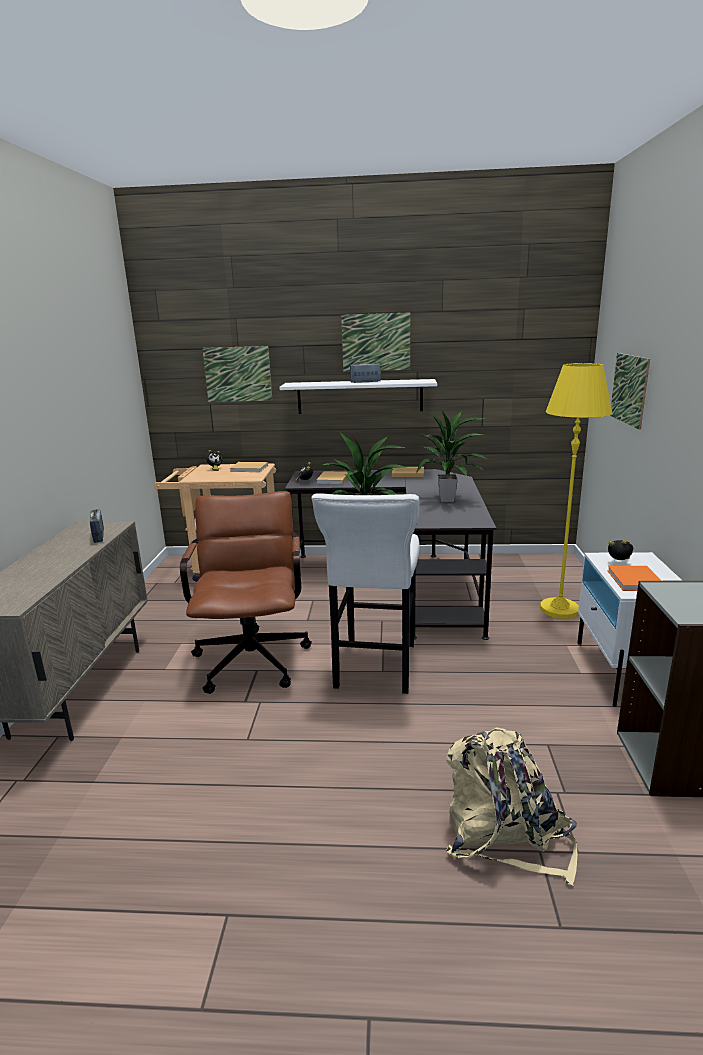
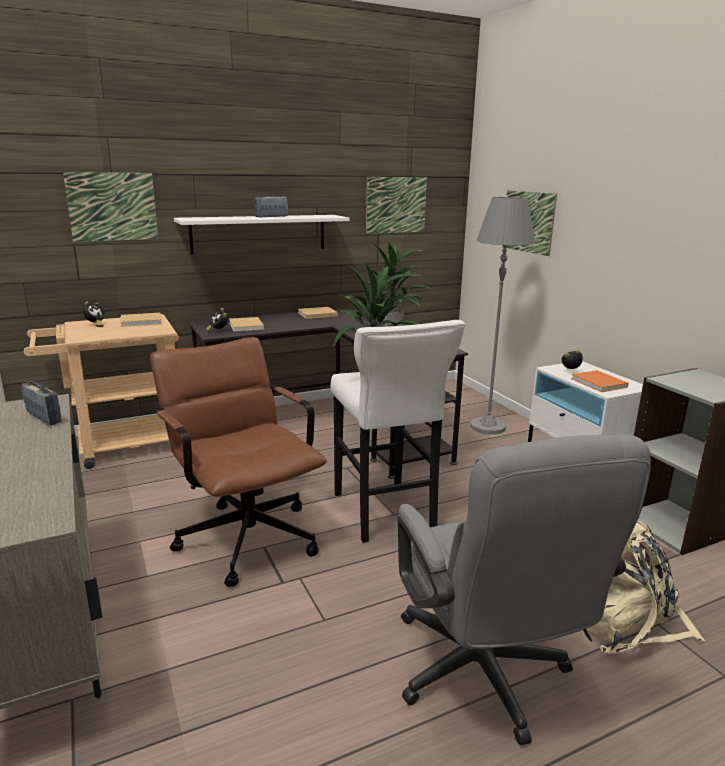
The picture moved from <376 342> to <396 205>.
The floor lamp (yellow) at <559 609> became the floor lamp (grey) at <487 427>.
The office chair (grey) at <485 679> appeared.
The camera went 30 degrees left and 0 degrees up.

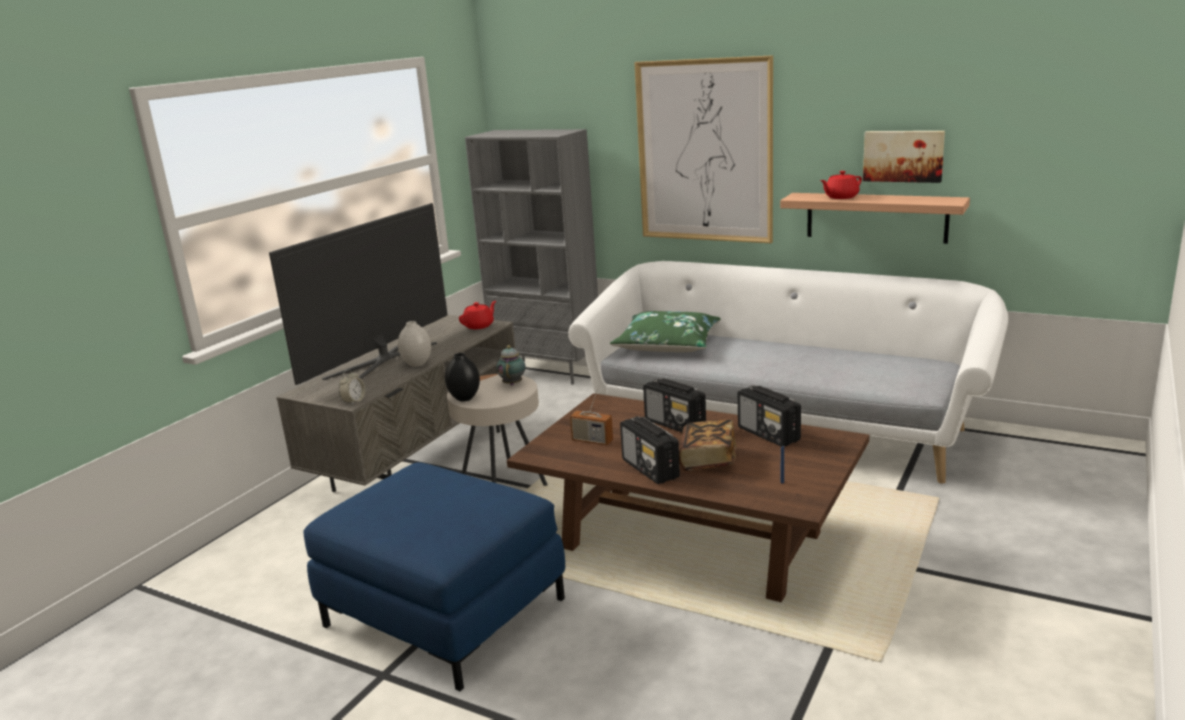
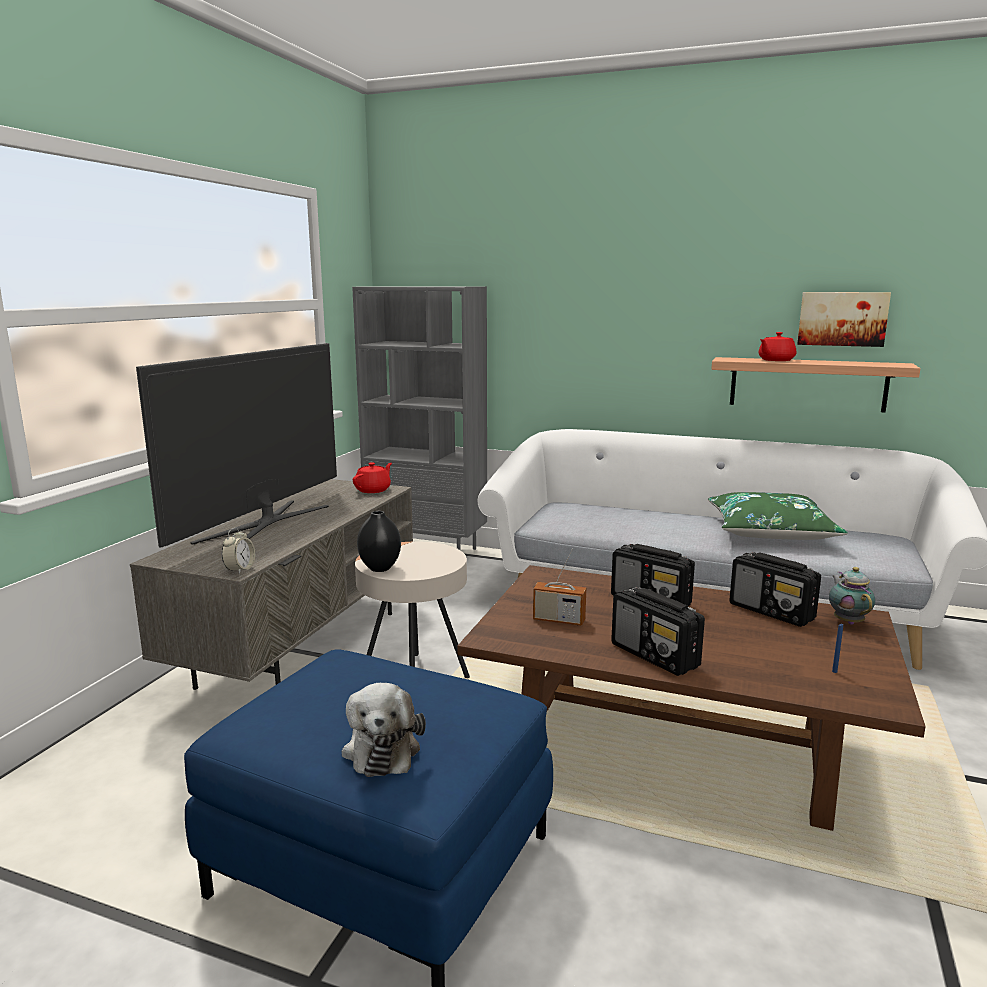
The picture at <704 151> disappeared.
The pillow (green) moved from <667 344> to <770 531>.
The vase (white) at <417 364> disappeared.
The teapot moved from <513 383> to <847 621>.
The book at <708 459> disappeared.
The plush toy at <382 748> appeared.
The camera went 10 degrees left and 5 degrees down.

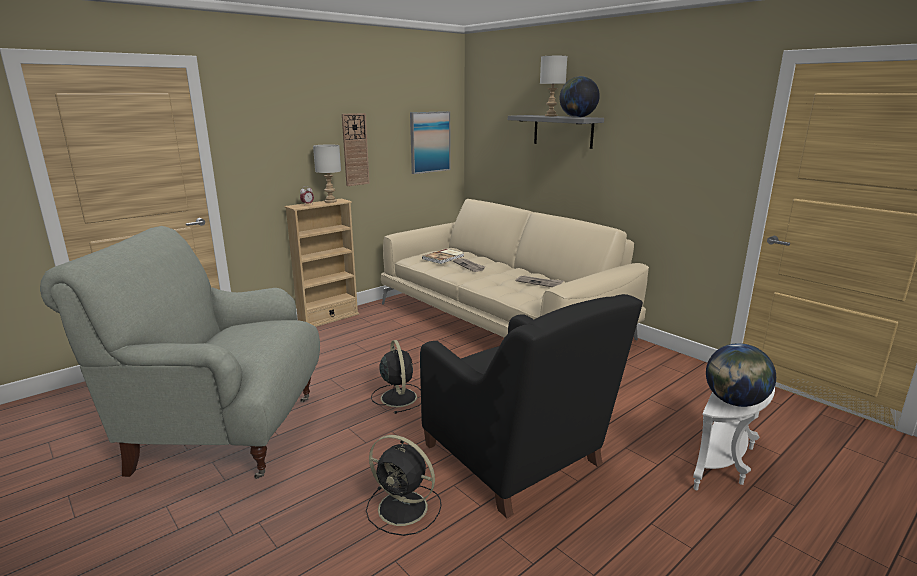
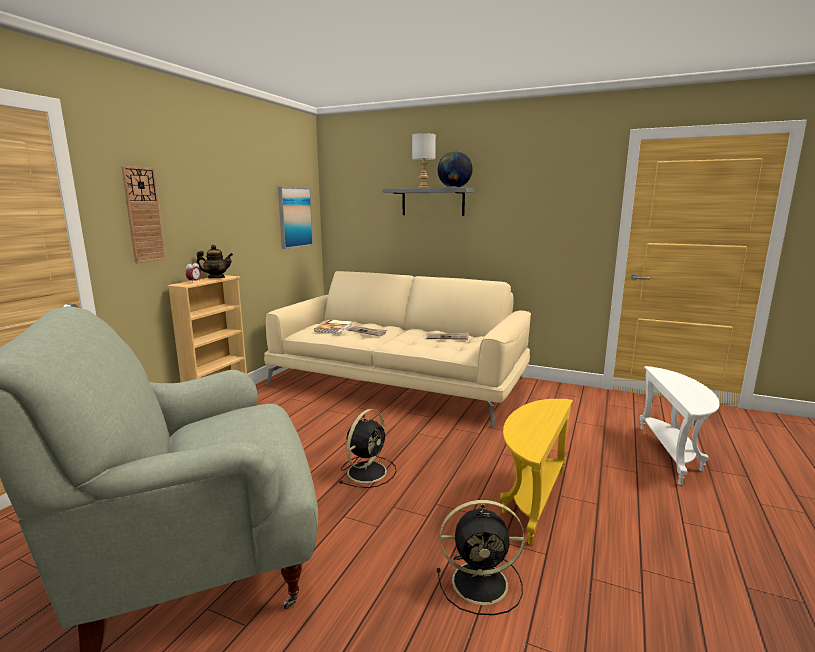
The wall clock moved from <355 149> to <143 215>.
The table lamp (grey) at <330 201> was replaced by the teapot at <216 278>.
The armchair (black) at <516 458> was replaced by the side table (yellow) at <531 499>.
The fan (black) at <398 397> turned 75 degrees clockwise.
The globe at <734 402> disappeared.
The camera went 25 degrees left and 5 degrees down.

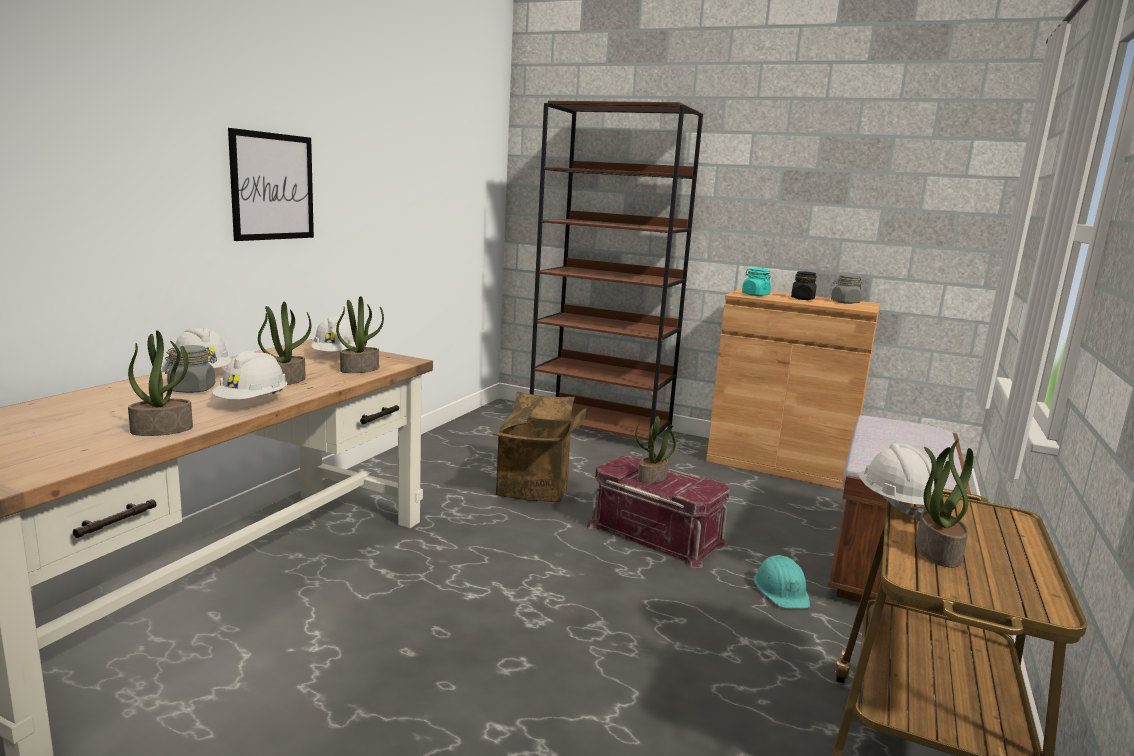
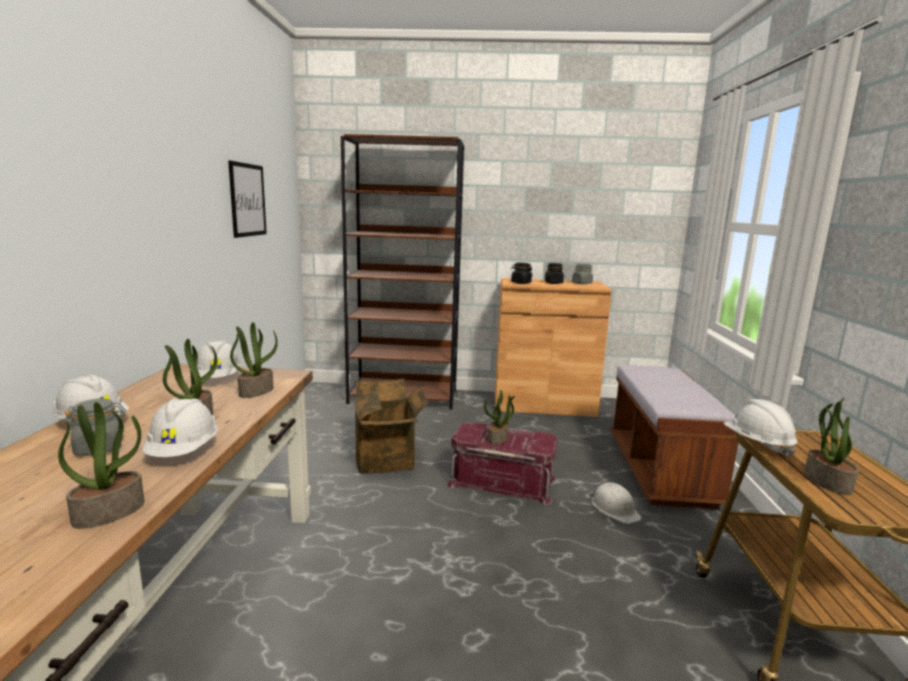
The picture moved from <272 186> to <247 200>.
The jar (turquoise) at <755 295> became the jar (black) at <521 283>.
The hard hat (turquoise) at <781 590> became the hard hat (white) at <614 509>.
The camera went 20 degrees left and 0 degrees up.

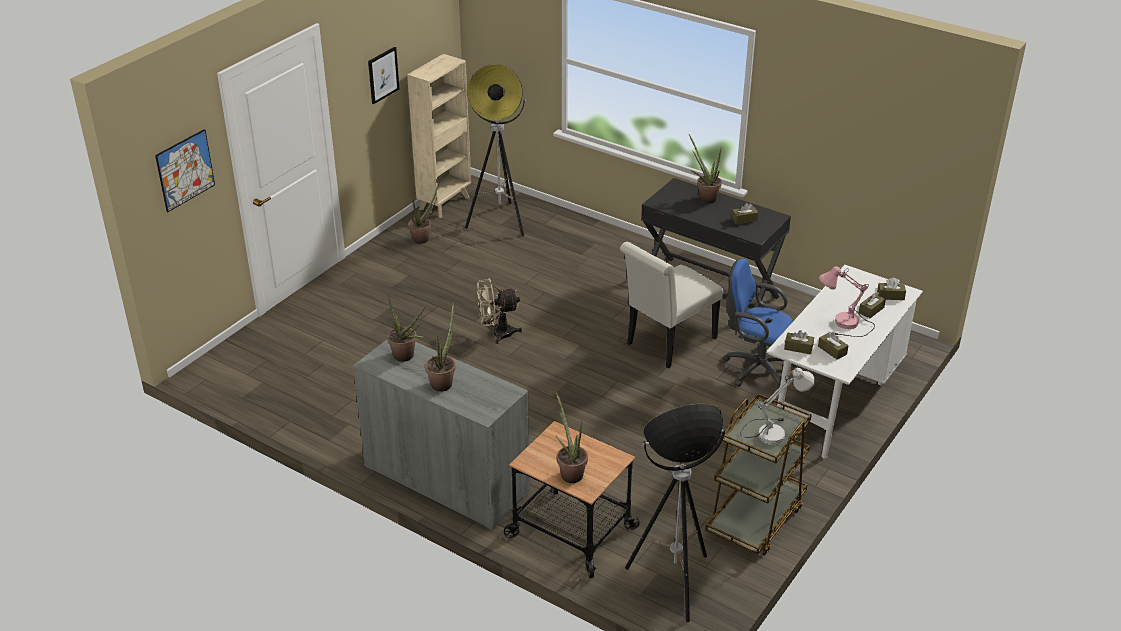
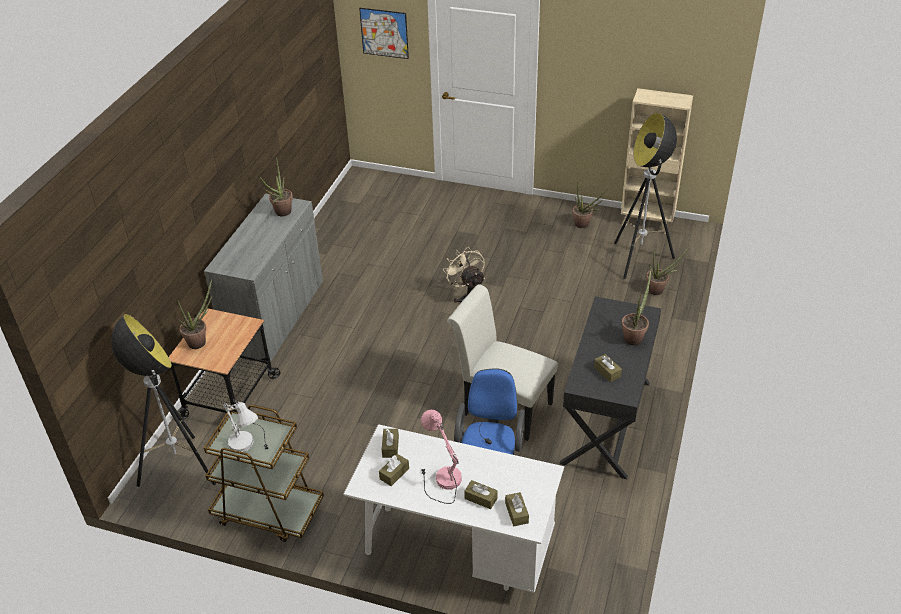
The picture at <383 75> disappeared.
The potted plant moved from <443 382> to <659 290>.
The camera went 75 degrees right and 5 degrees up.

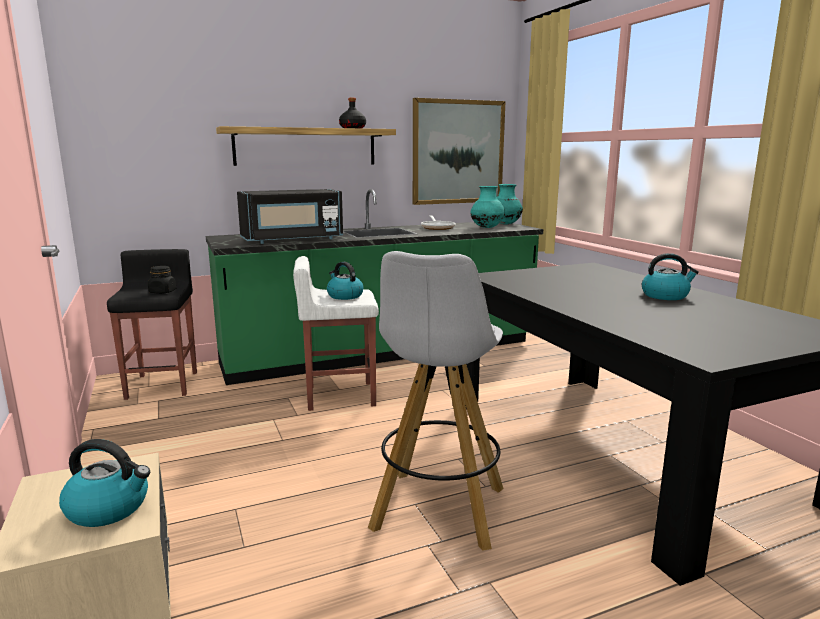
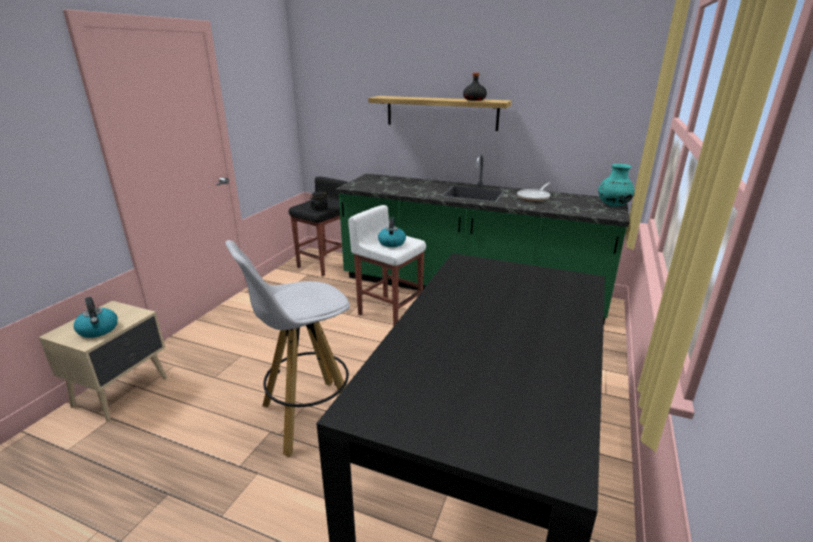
The picture at <458 152> disappeared.
The vase (turquoise) at <487 228> disappeared.
The microwave (black) at <292 240> disappeared.
The kettle at <665 296> disappeared.
The camera went 45 degrees right and 10 degrees up.

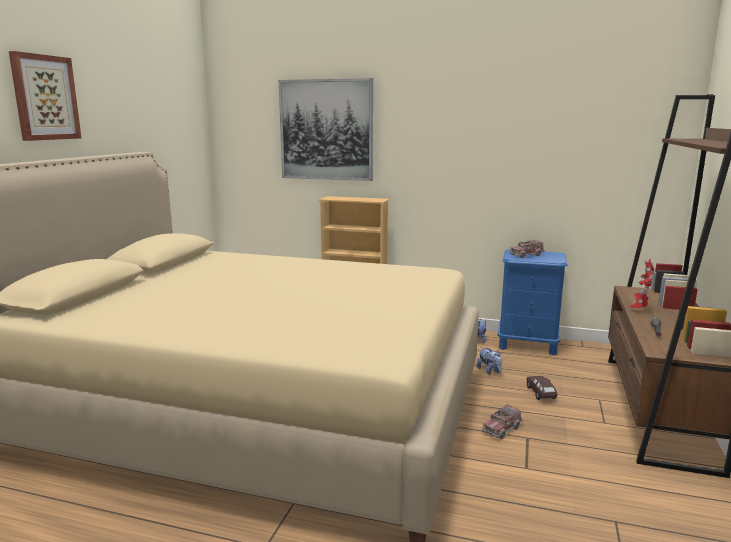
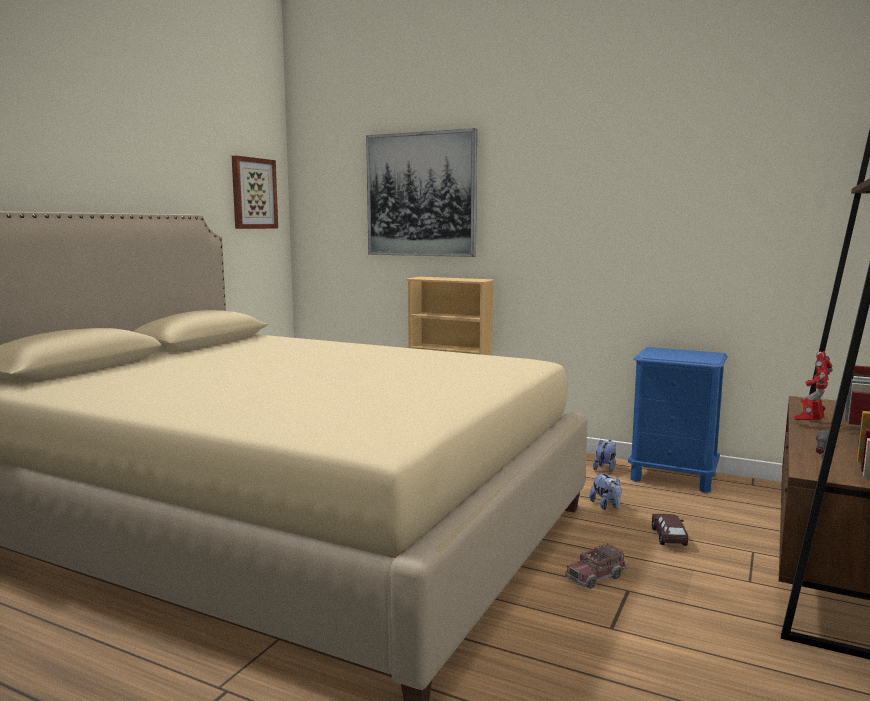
The picture moved from <45 98> to <253 193>.
The toy truck at <526 255> disappeared.
The camera went 10 degrees right and 5 degrees down.

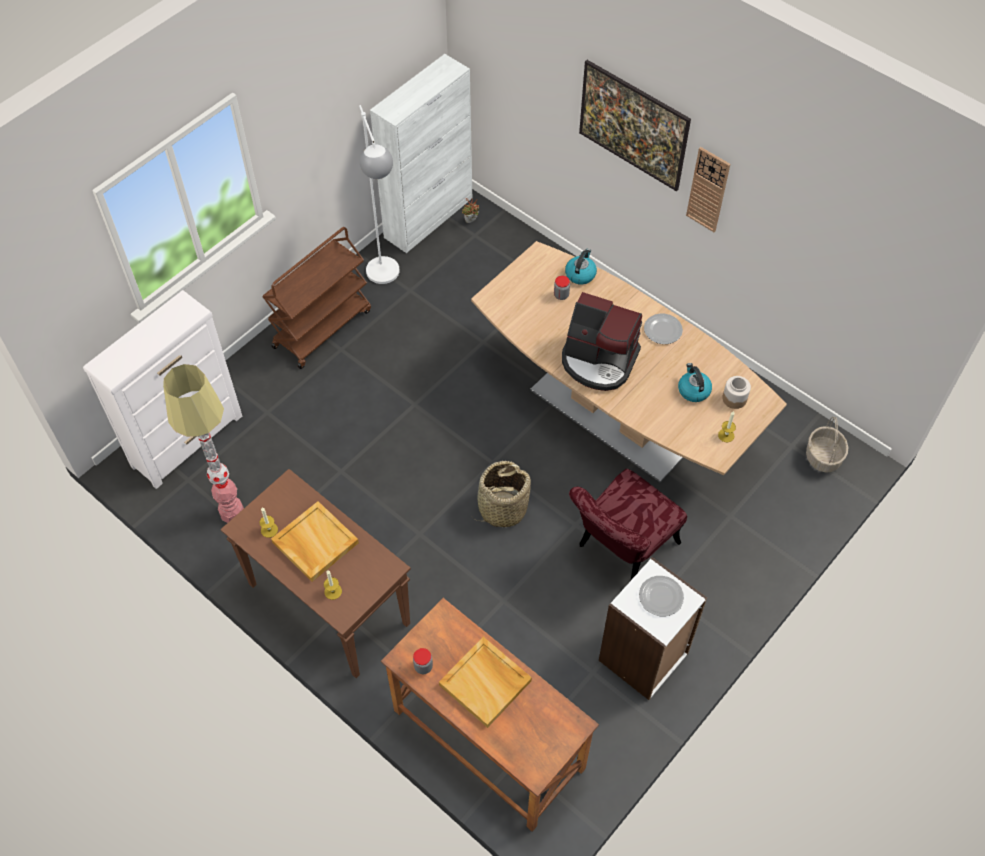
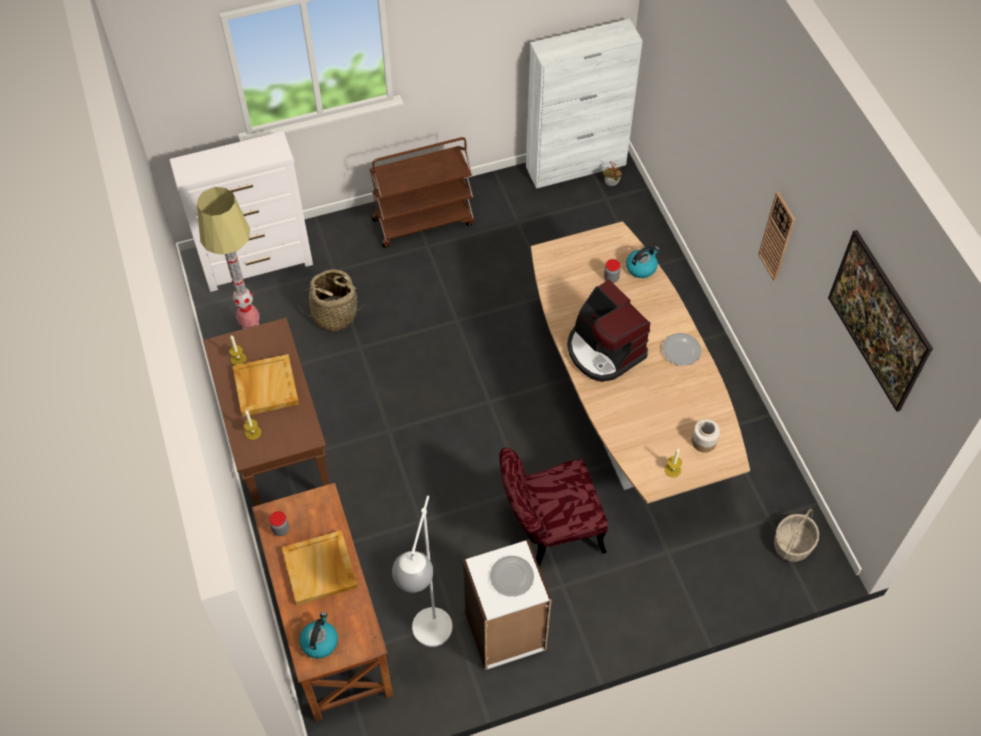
The picture moved from <631 142> to <871 336>.
The floor lamp (white) moved from <386 280> to <429 641>.
The kettle moved from <693 390> to <319 641>.
The basket moved from <502 508> to <334 314>.
The camera went 30 degrees right and 0 degrees up.

